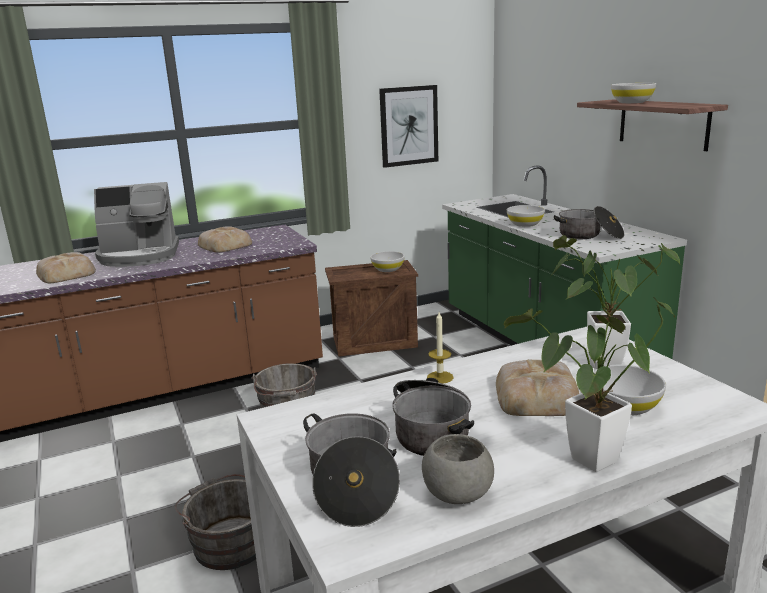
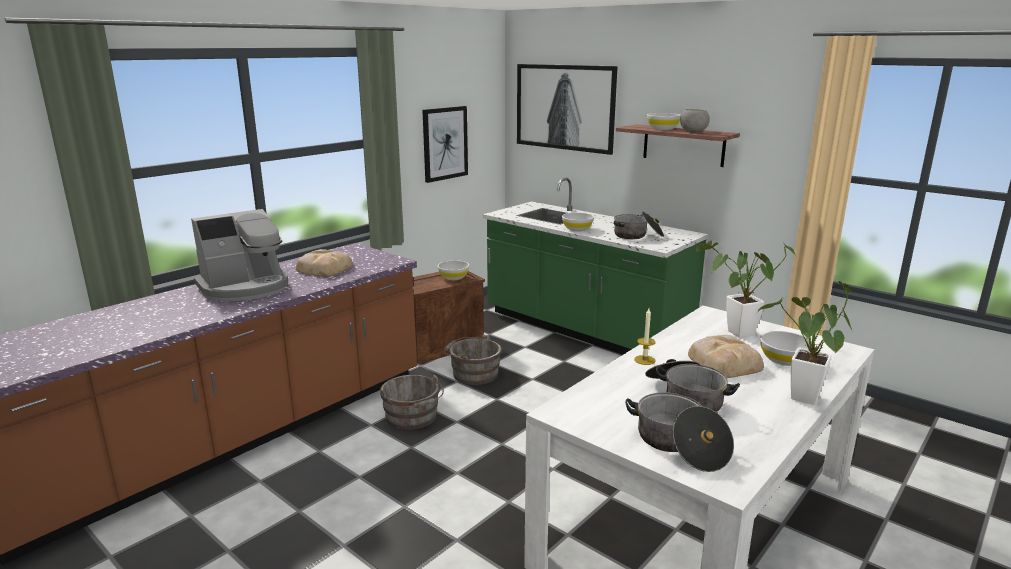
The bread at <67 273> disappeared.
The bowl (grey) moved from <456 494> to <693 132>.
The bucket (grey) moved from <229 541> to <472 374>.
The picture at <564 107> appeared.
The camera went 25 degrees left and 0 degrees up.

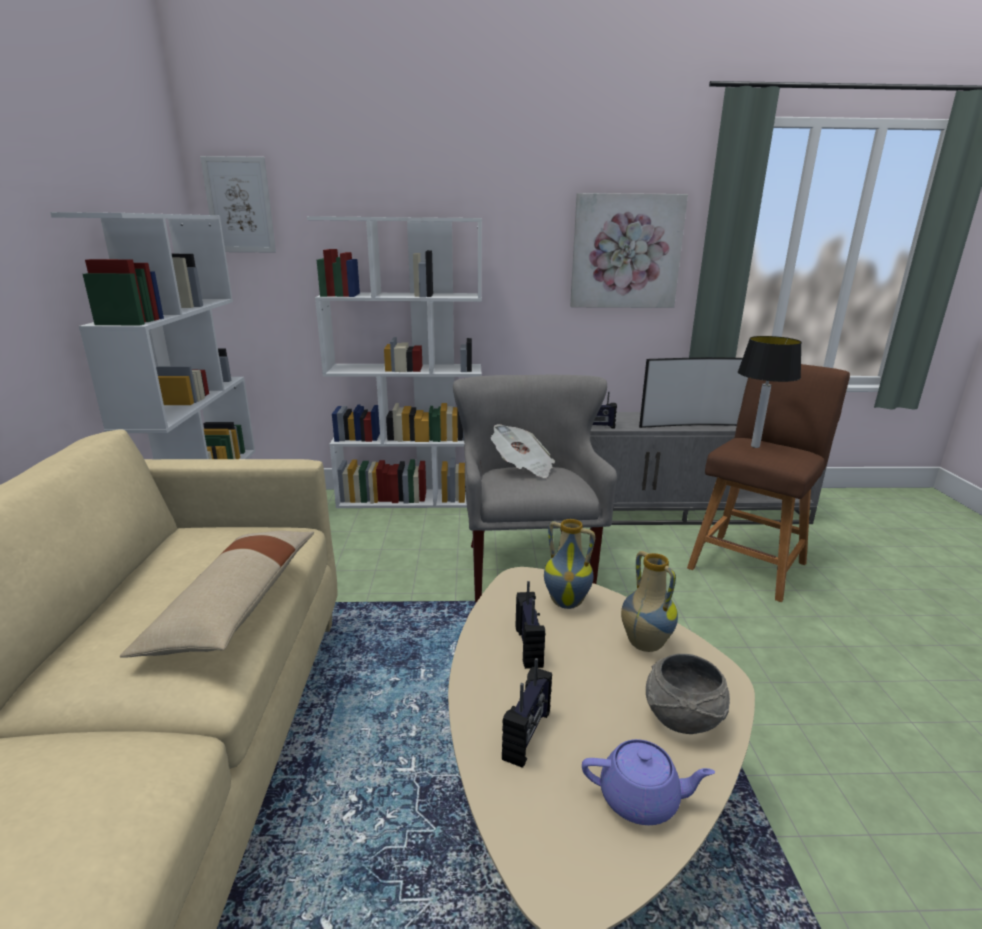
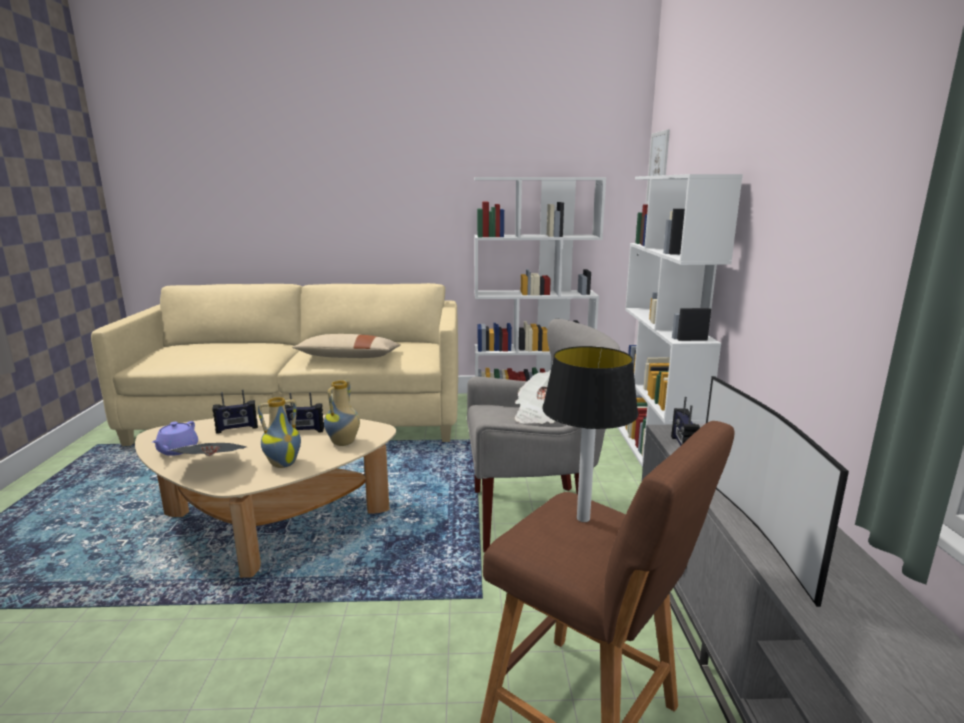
The picture at <625 252> disappeared.
The bowl (grey) at <681 718> was replaced by the newspaper at <213 467>.
The radio at <528 735> turned 45 degrees counterclockwise.
The camera went 90 degrees right and 5 degrees down.

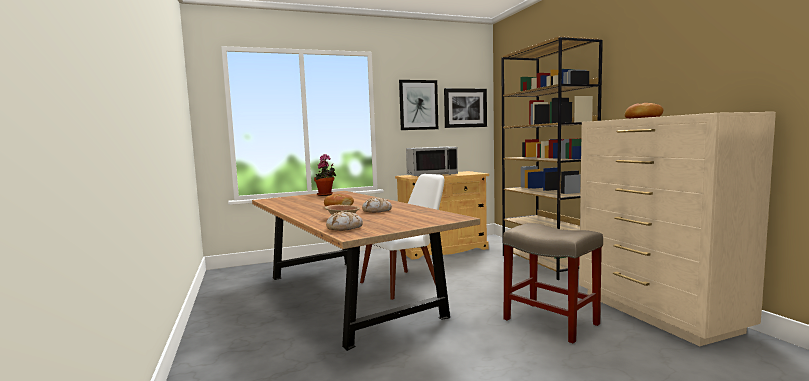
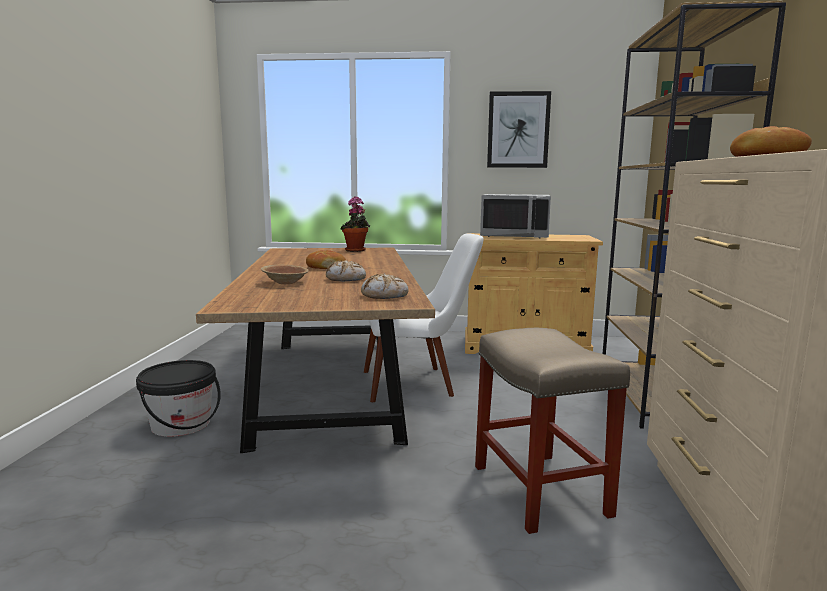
The picture at <465 108> disappeared.
The bread moved from <345 228> to <385 295>.
The bucket (black) at <181 424> appeared.
The camera went 25 degrees right and 5 degrees up.

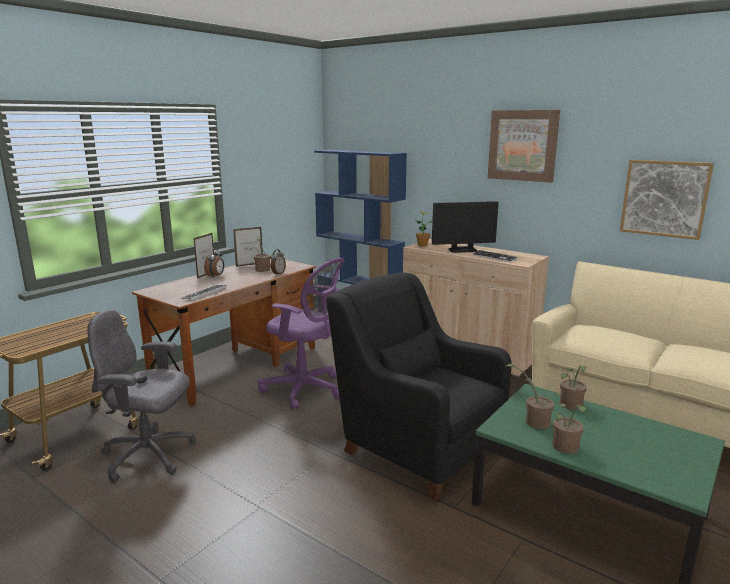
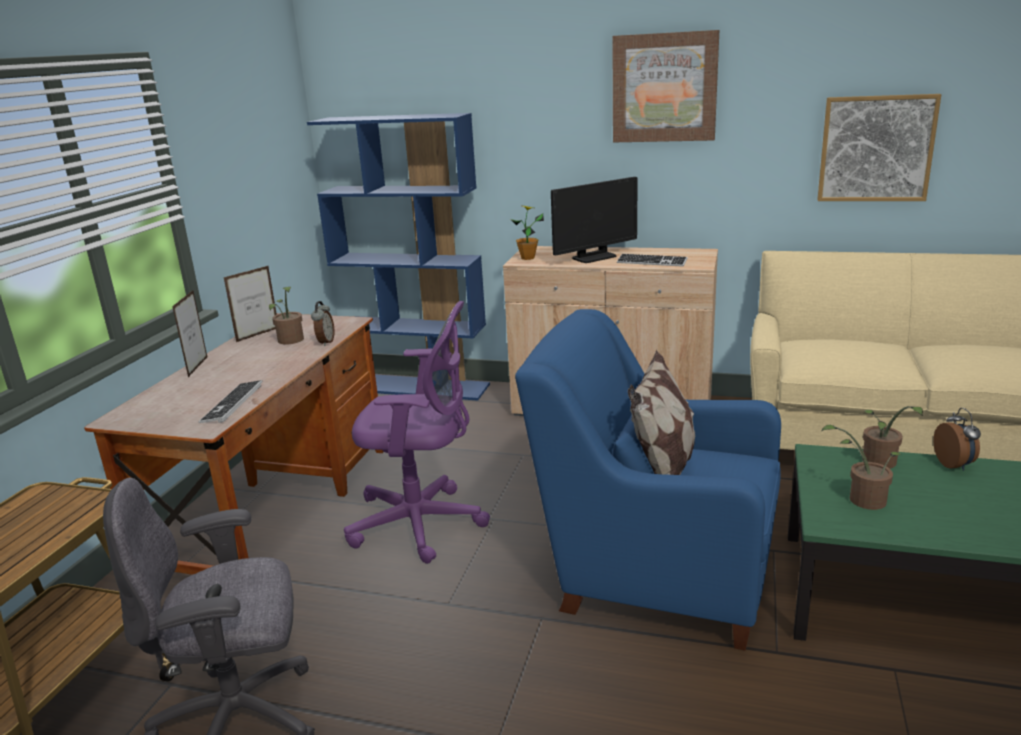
The alarm clock moved from <216 276> to <954 464>.
The armchair (black) at <416 446> became the armchair (blue) at <654 572>.
The potted plant at <565 448> disappeared.
The pillow at <662 472> appeared.
The camera went 20 degrees left and 5 degrees up.

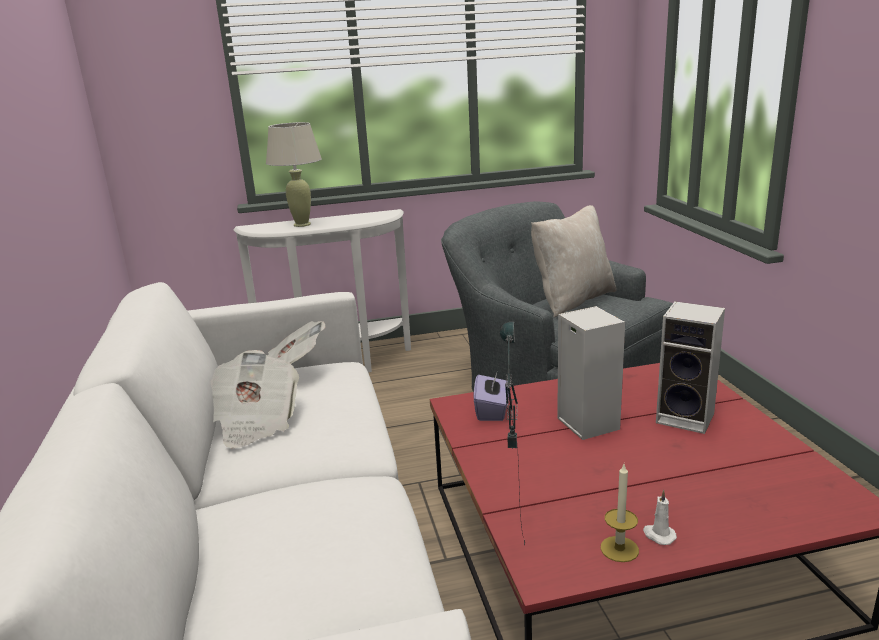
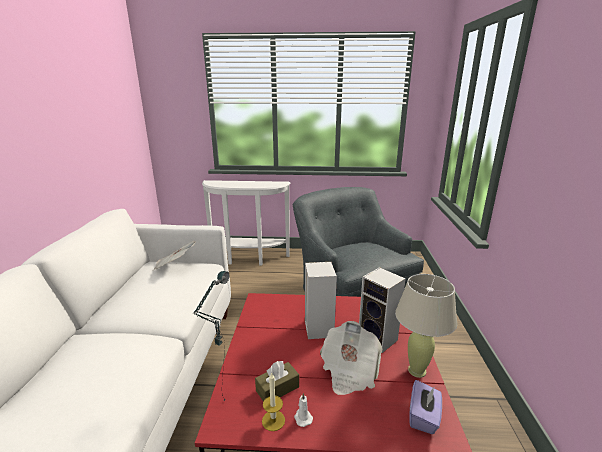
The table lamp (beige) moved from <302 224> to <416 371>.
The pillow (beige) at <572 300> disappeared.
The newspaper moved from <254 421> to <349 371>.
The tissue box (purple) moved from <492 411> to <423 417>.
The tissue box (brown) at <277 389> appeared.
The camera went 15 degrees right and 0 degrees up.

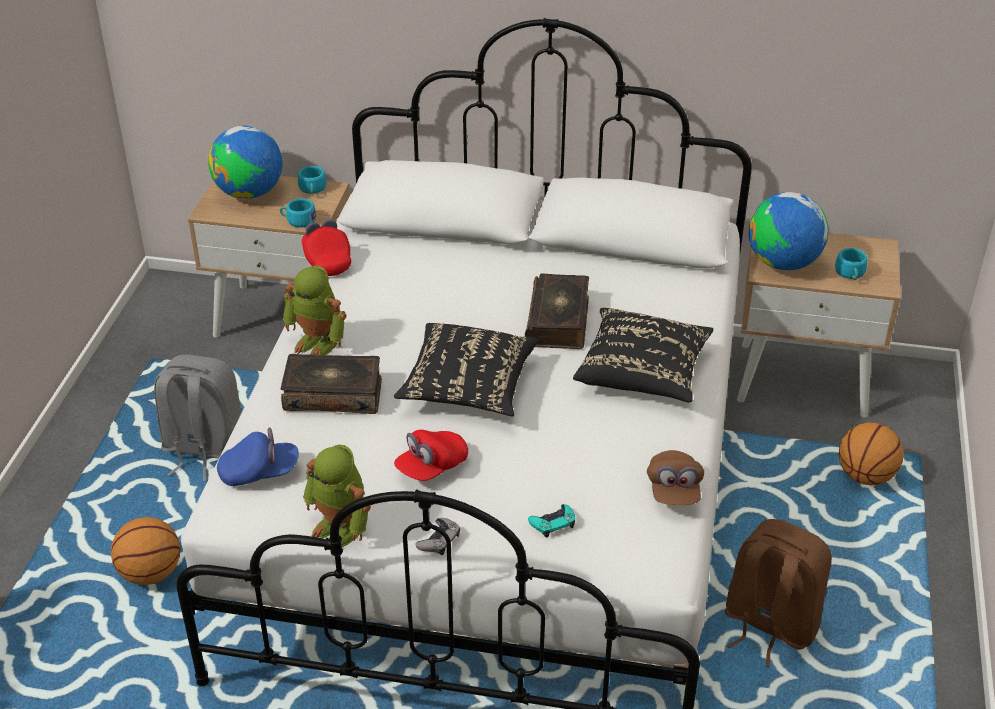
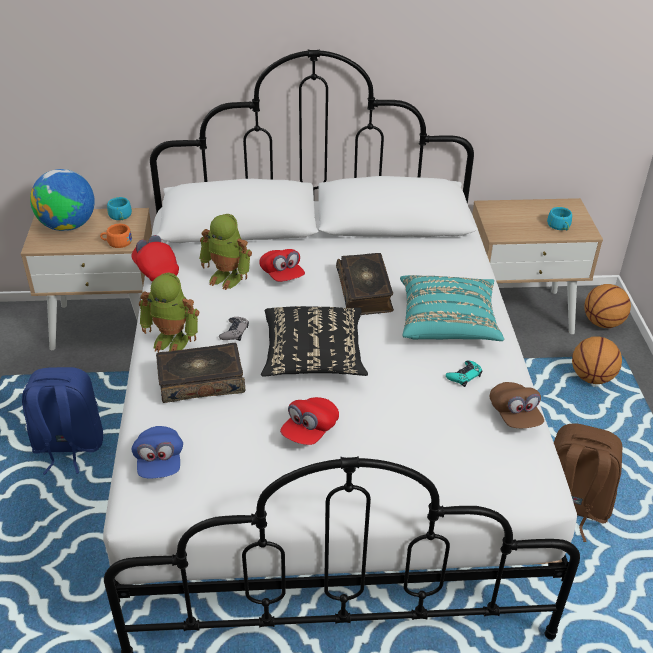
The globe at <783 263> disappeared.
The cup (turquoise) at <298 220> became the cup (orange) at <117 242>.
The pillow (black) at <642 372> became the pillow (turquoise) at <447 323>.
The backpack (grey) at <203 450> became the backpack (blue) at <68 446>.
The cap (blue) at <259 472> turned 105 degrees clockwise.
The toy robot moved from <341 528> to <227 277>.
The game controller (turquoise) moved from <553 523> to <464 376>.
The basketball moved from <151 573> to <602 323>.
The game controller (grey) moved from <439 540> to <234 332>.
The cap (red) at <282 275> appeared.
The camera went 15 degrees left and 0 degrees up.

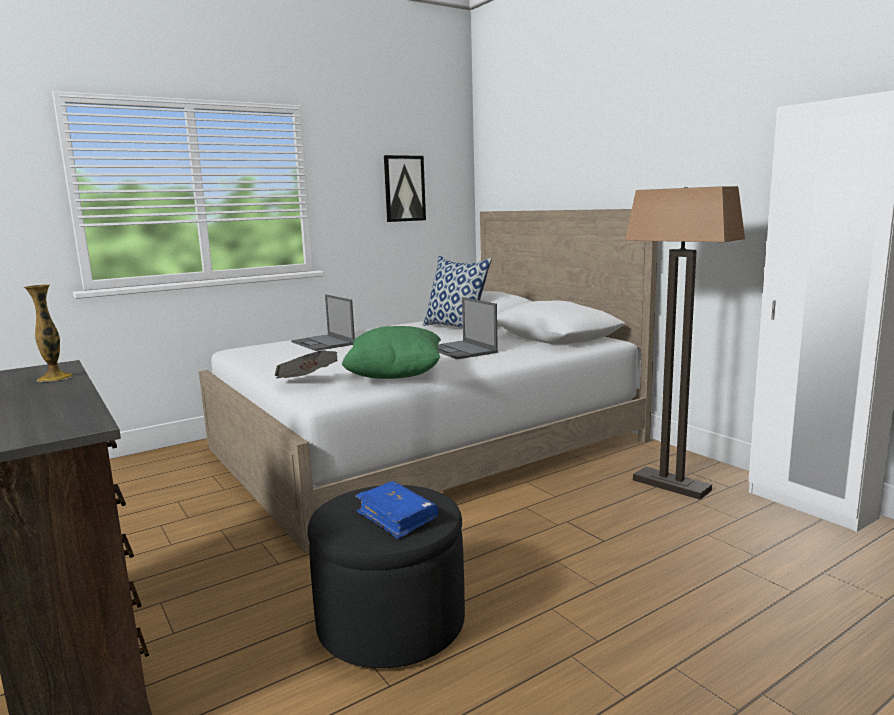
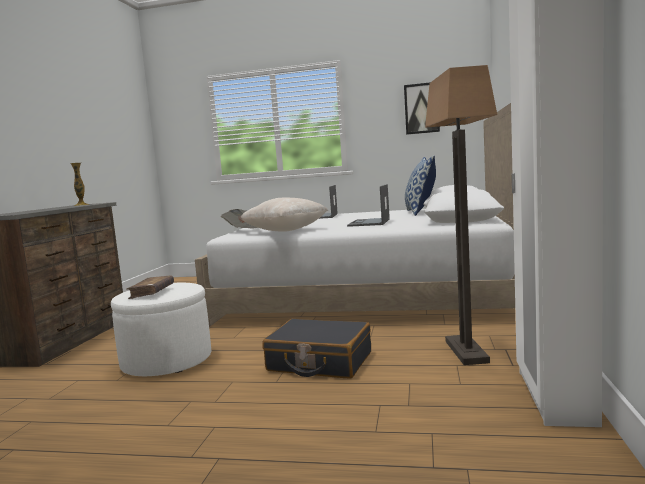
The pillow (green) at <395 377> became the pillow (beige) at <285 231>.
The book (blue) at <397 517> became the book (brown) at <152 293>.
The ottoman (black) at <391 623> became the ottoman (white) at <167 361>.
The suitcase (black) at <319 362> appeared.
The camera went 45 degrees right and 5 degrees down.

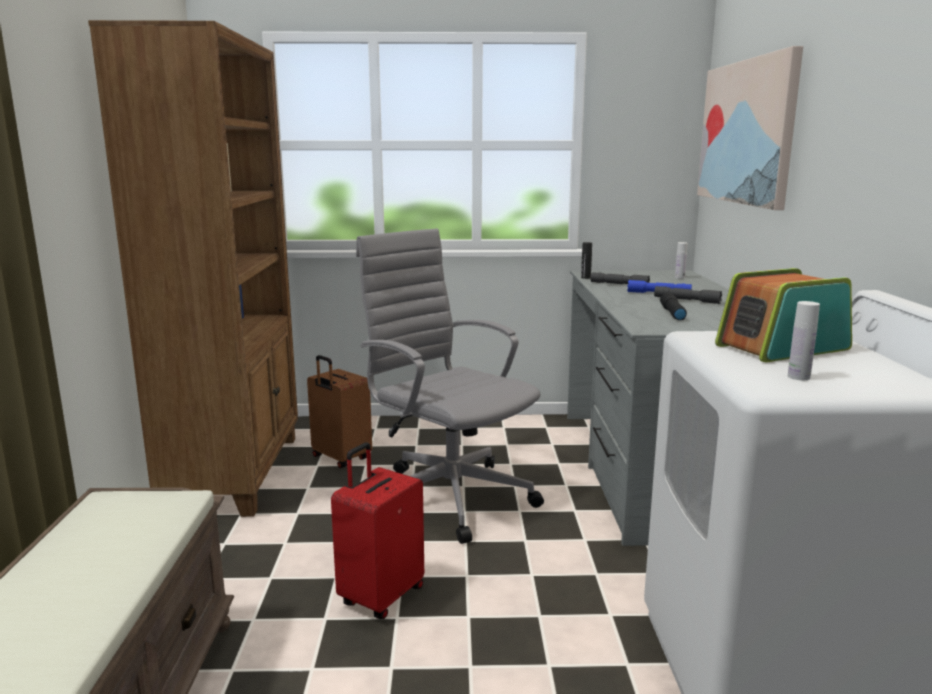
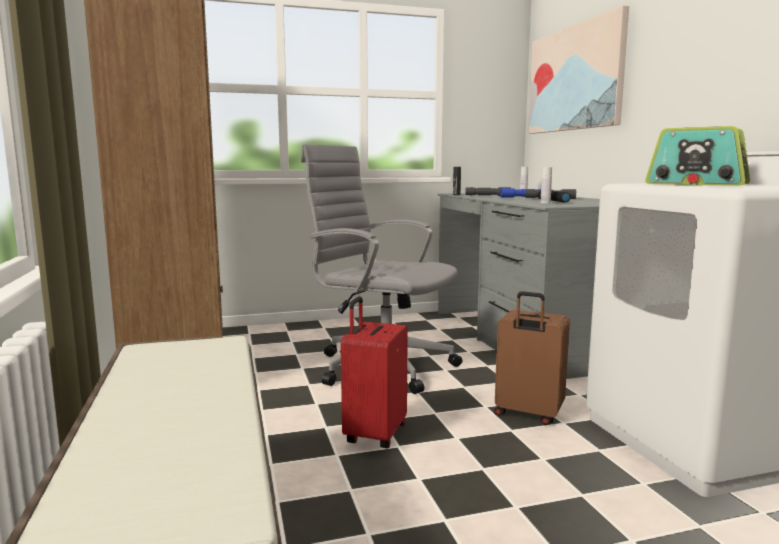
The radio at <781 347> turned 105 degrees counterclockwise.
The bottle (white) moved from <798 377> to <545 203>.
The suitcase (brown) moved from <340 458> to <527 414>.
The camera went 15 degrees left and 5 degrees down.

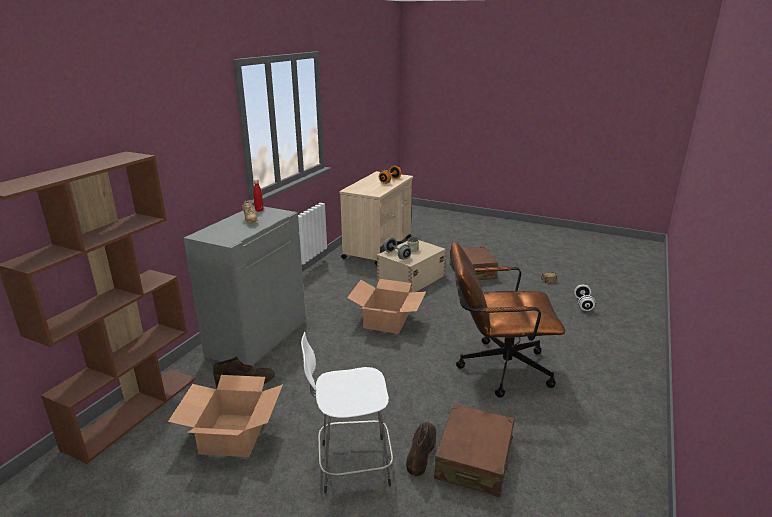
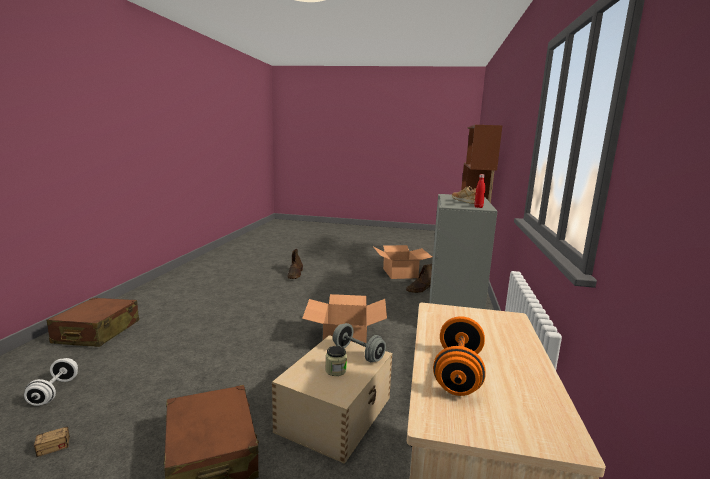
The office chair (brown) at <496 368> disappeared.
The stool (white) at <351 464> disappeared.
The suitcase (brown) moved from <474 459> to <97 332>.
The camera went 165 degrees right and 10 degrees down.

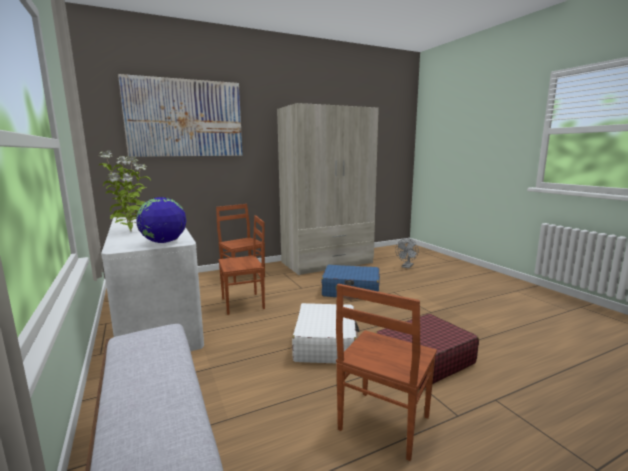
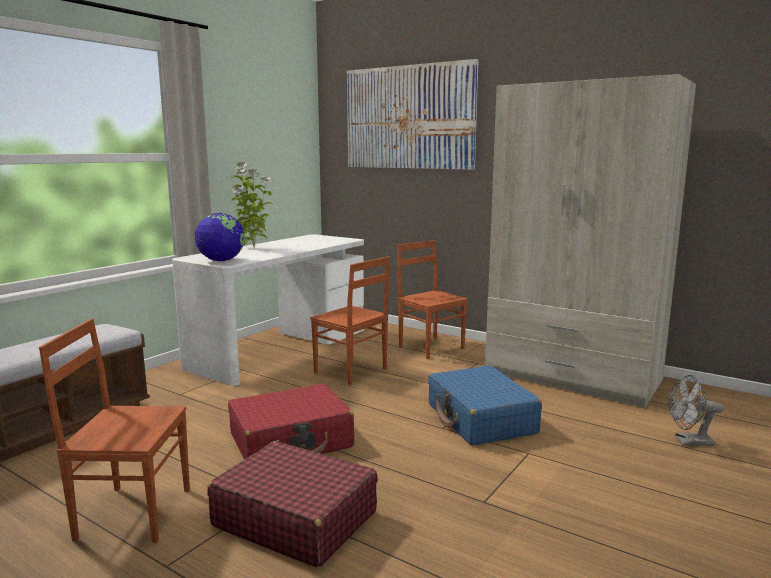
The chair (brown) at <243 276> turned 60 degrees counterclockwise.
The suitcase (white) at <326 343> became the suitcase (red) at <291 441>.
The camera went 60 degrees right and 0 degrees up.

